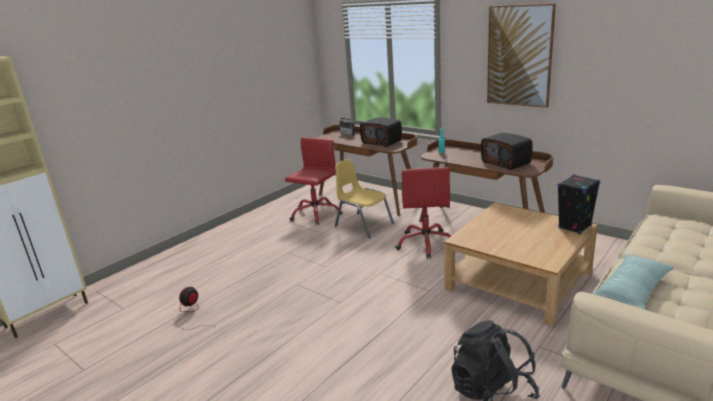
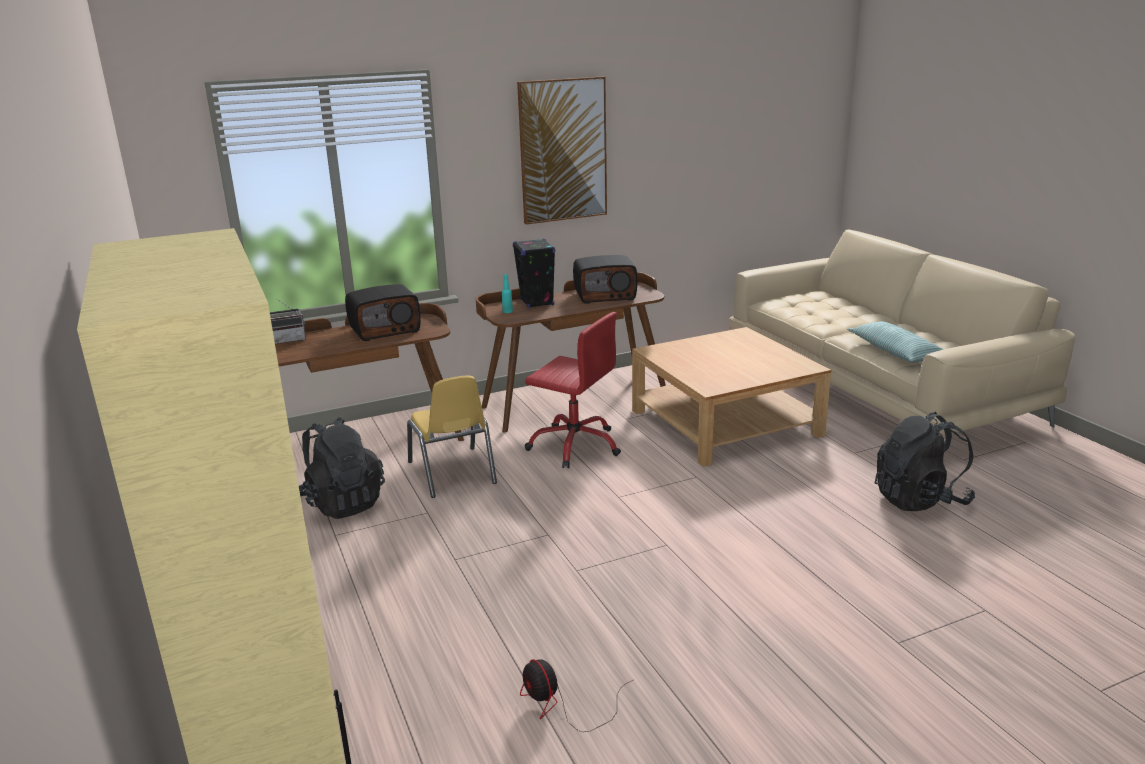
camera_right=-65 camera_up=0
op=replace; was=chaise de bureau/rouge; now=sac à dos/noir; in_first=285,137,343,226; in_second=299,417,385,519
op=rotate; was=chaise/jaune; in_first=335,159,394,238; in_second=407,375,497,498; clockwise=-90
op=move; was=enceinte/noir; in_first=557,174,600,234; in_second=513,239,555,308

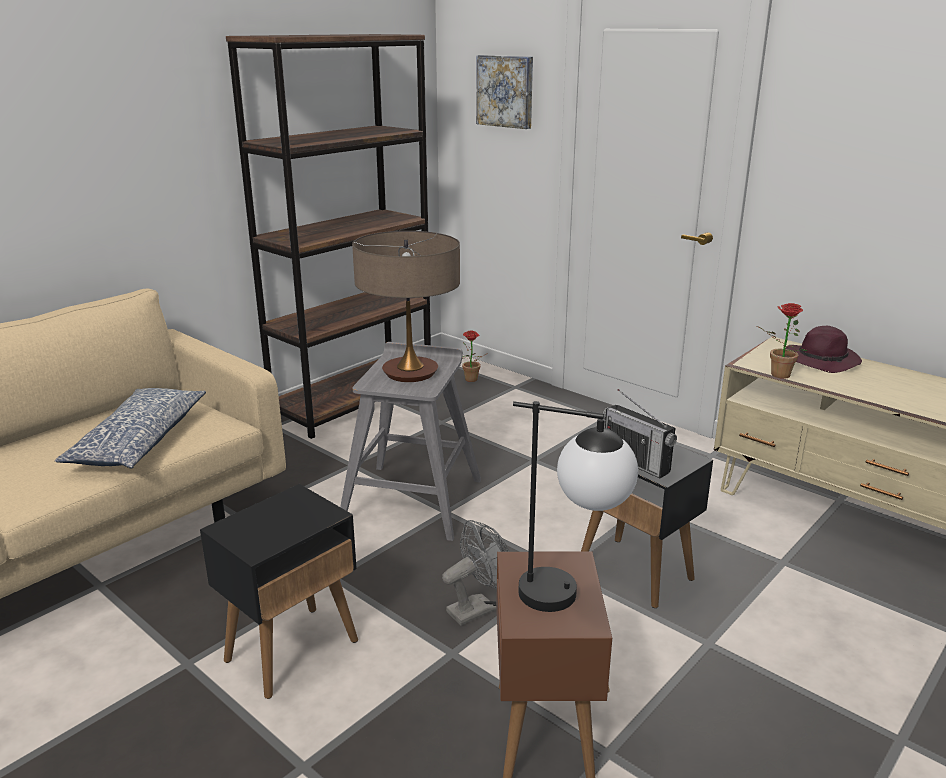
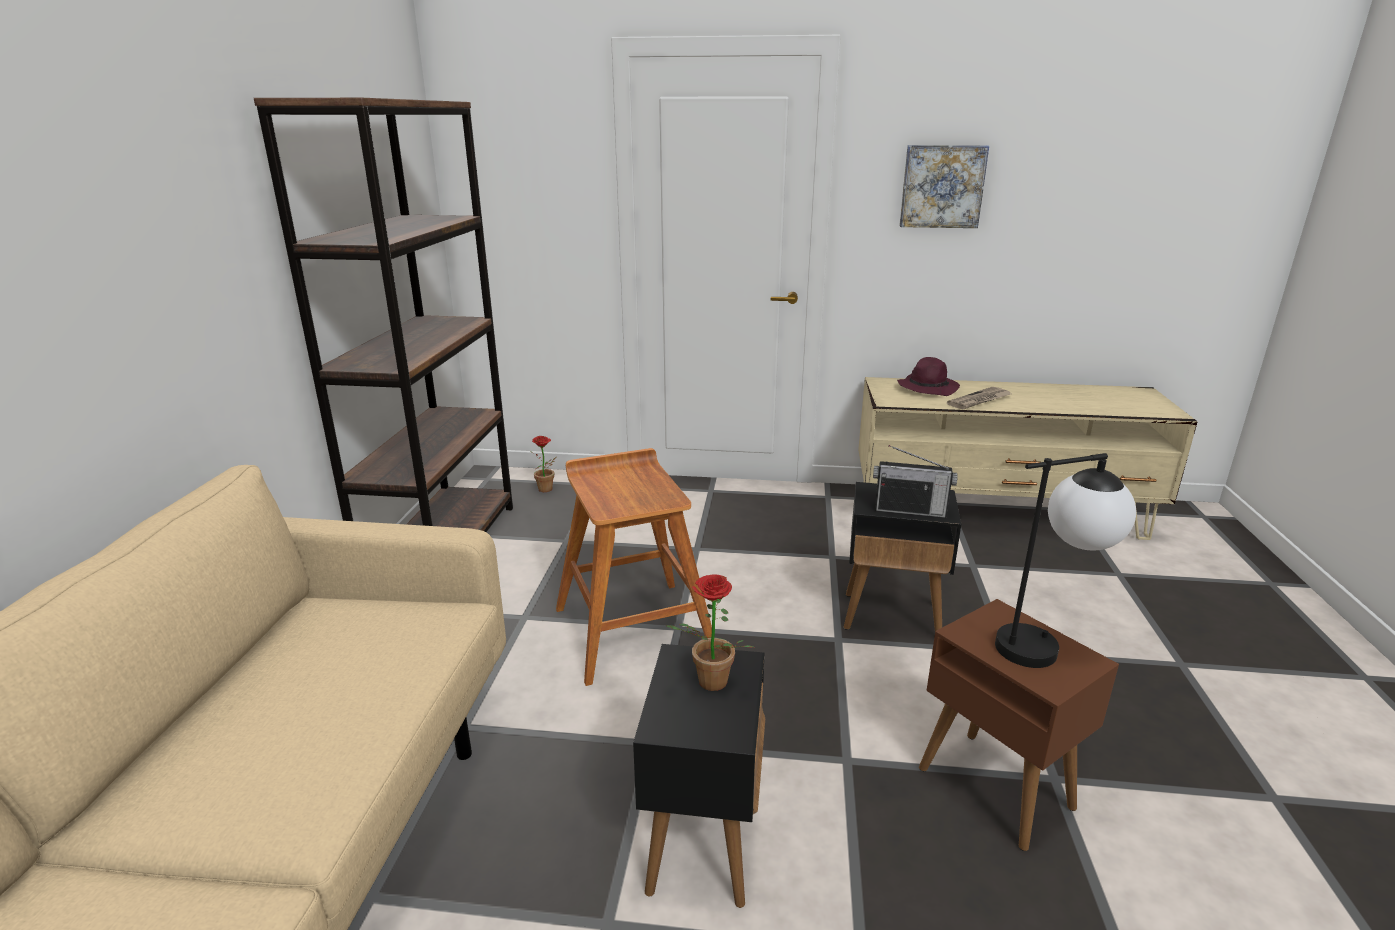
camera_right=-35 camera_up=0
op=recolor; was=tabouret/gris; now=tabouret/marron; in_first=340,342,481,541; in_second=556,448,715,686
op=move; was=plante en pot; in_first=757,303,808,379; in_second=666,574,753,691
op=move; was=tableau; in_first=476,55,533,129; in_second=899,145,989,228
op=insert; now=journal; in_second=947,387,1011,409
op=delete; was=coussin; in_first=55,388,206,469
op=delete; was=lampe de table; in_first=352,231,460,382
op=delete; was=ventilateur/gris; in_first=442,520,510,625

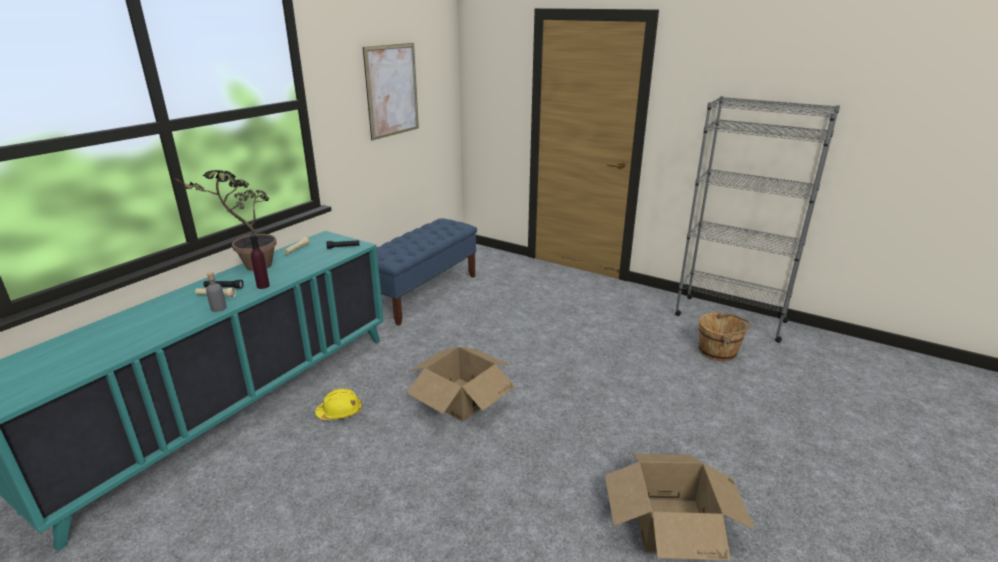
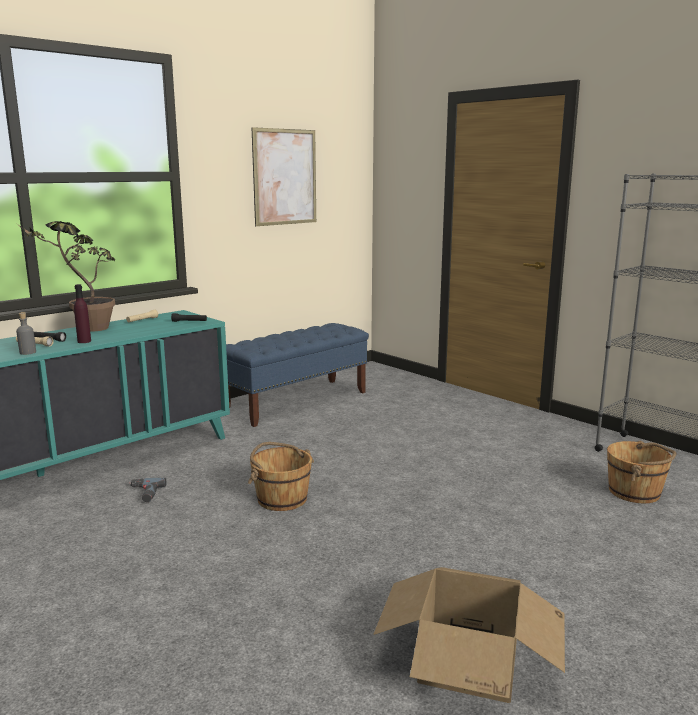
camera_right=15 camera_up=-10
op=replace; was=casque de chantier/jaune; now=perceuse; in_first=315,388,362,420; in_second=129,478,167,502
op=replace; was=carton; now=seau/marron; in_first=407,347,515,421; in_second=248,442,314,511

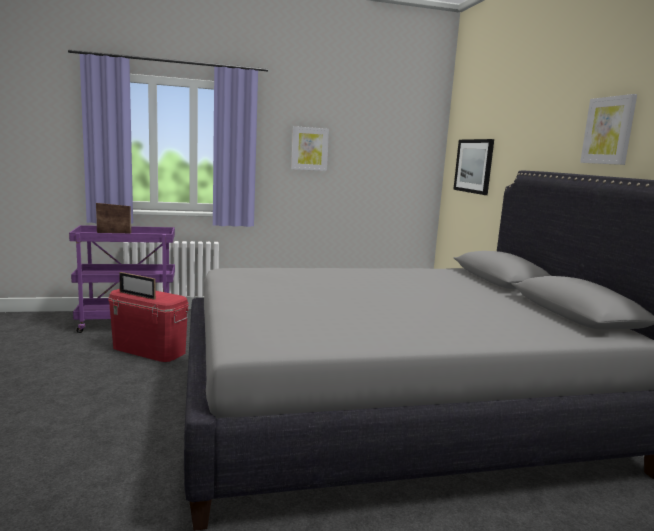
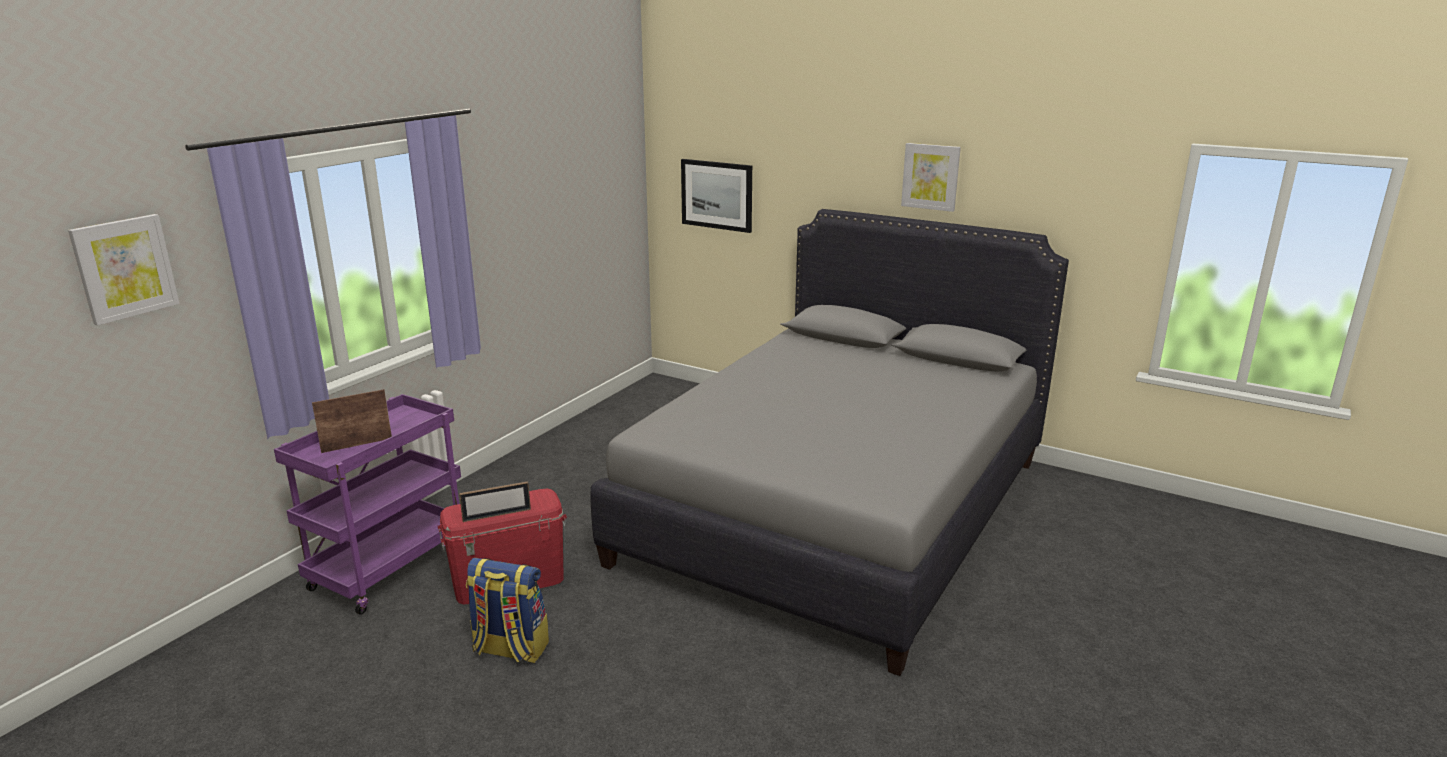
camera_right=-45 camera_up=10
op=move; was=tableau; in_first=291,126,329,171; in_second=68,214,179,325
op=insert; now=sac à dos; in_second=466,558,549,663

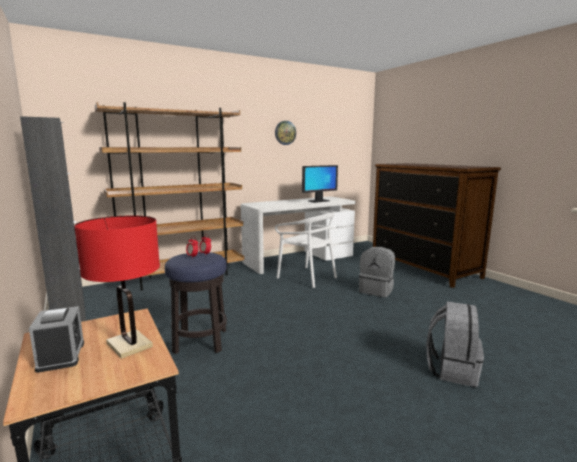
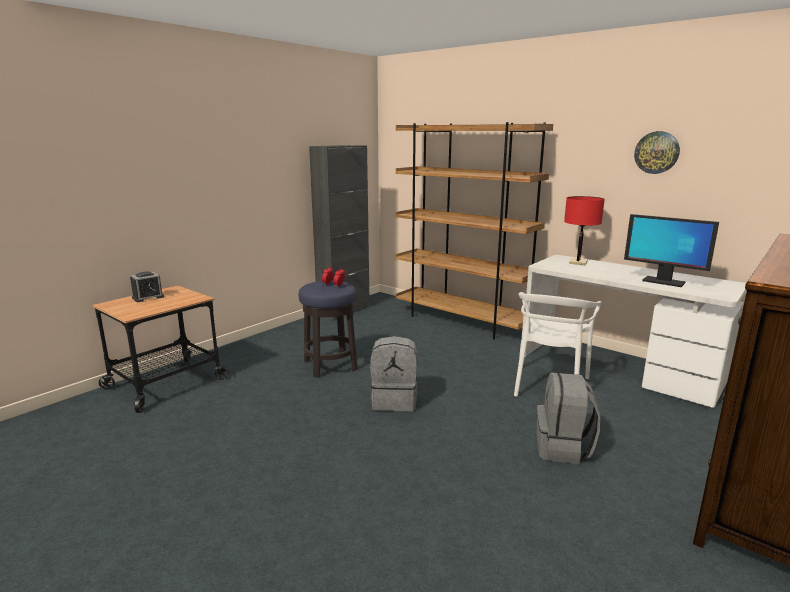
camera_right=70 camera_up=5
op=move; was=sac à dos/gris; in_first=426,302,484,387; in_second=370,336,417,411
op=move; was=lampe de table/rouge; in_first=74,216,160,359; in_second=564,196,605,265

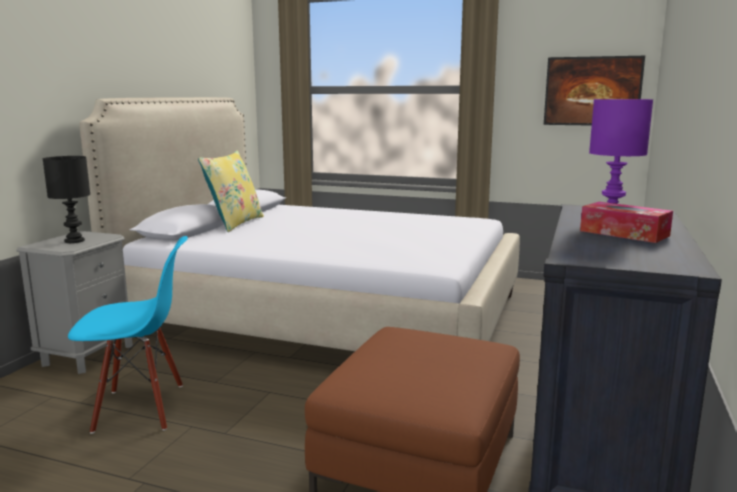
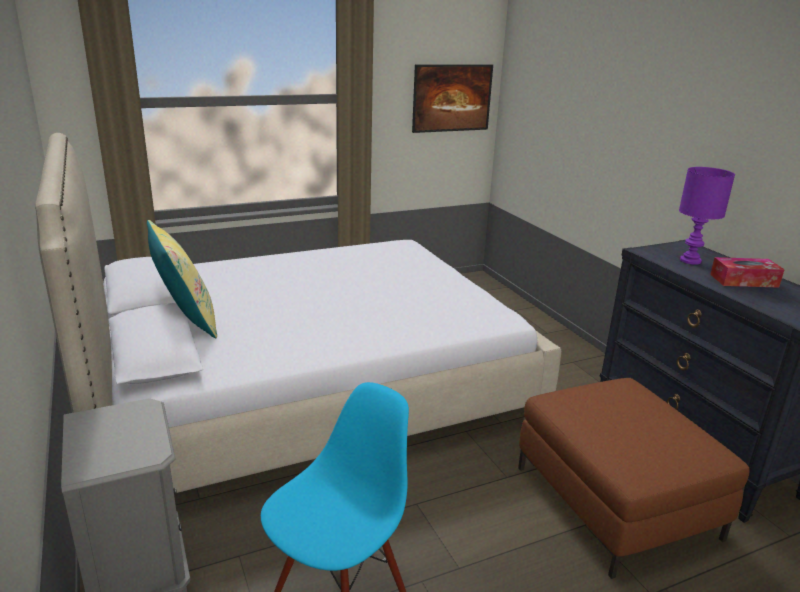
camera_right=-45 camera_up=10
op=delete; was=lampe de table/noir; in_first=43,156,90,243

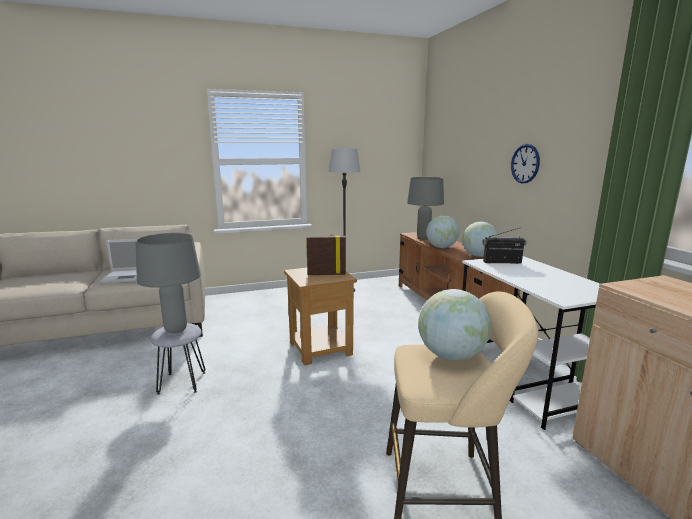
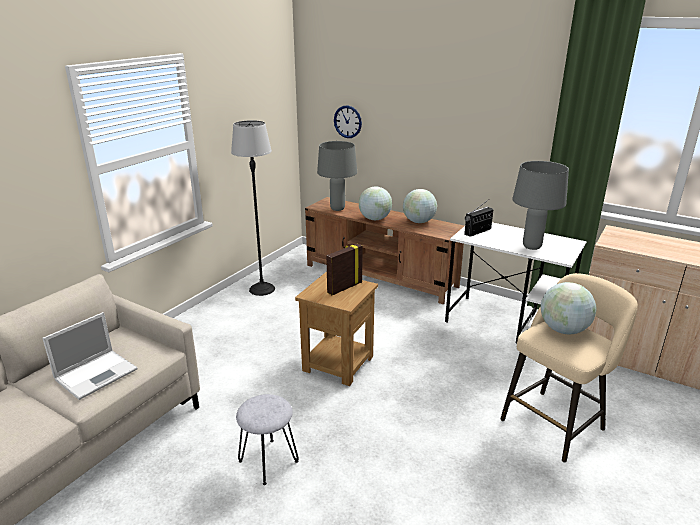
camera_right=-40 camera_up=10
op=move; was=horloge murale; in_first=511,144,540,183; in_second=334,105,362,138
op=move; was=lampe de table/gris; in_first=136,233,201,333; in_second=512,161,569,250

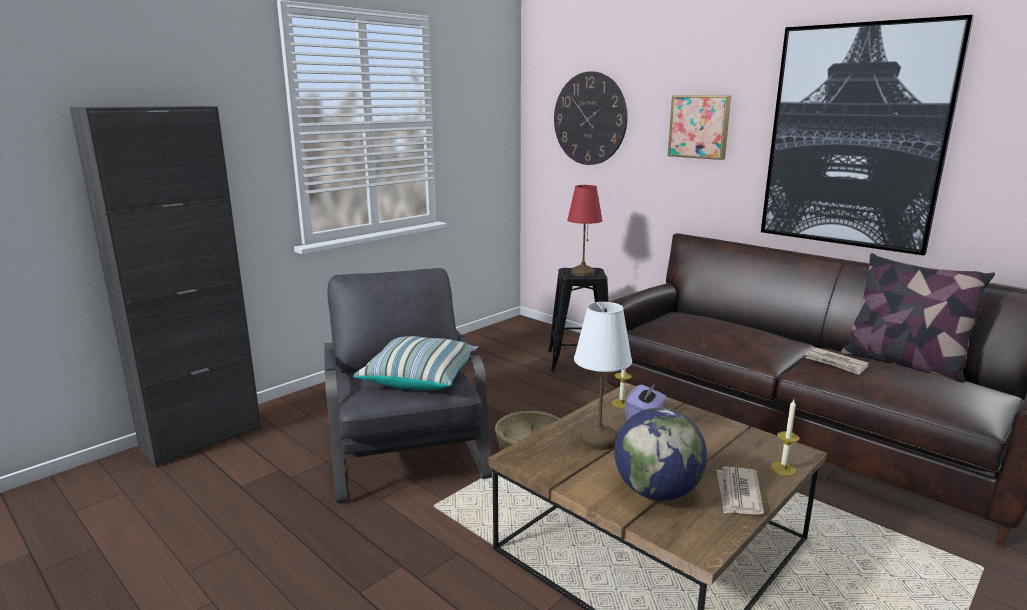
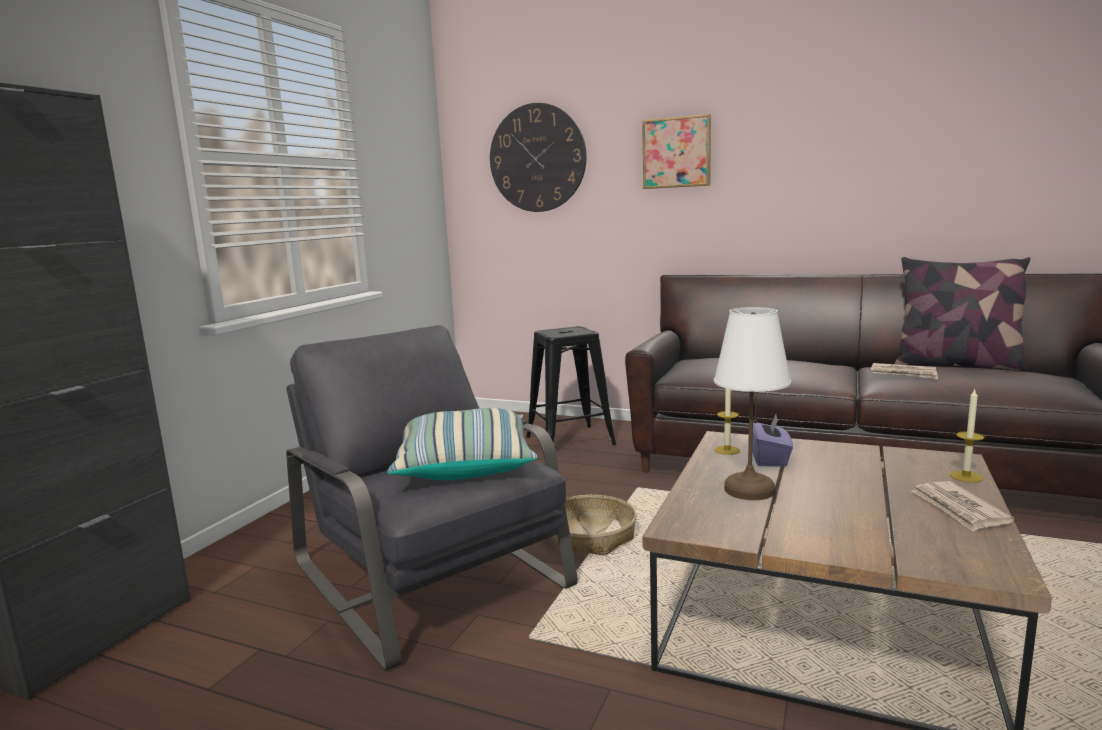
camera_right=-20 camera_up=-5
op=delete; was=lampe de table/rouge; in_first=567,185,603,277
op=delete; was=globe; in_first=615,407,707,501
op=delete; was=tableau; in_first=761,15,974,256

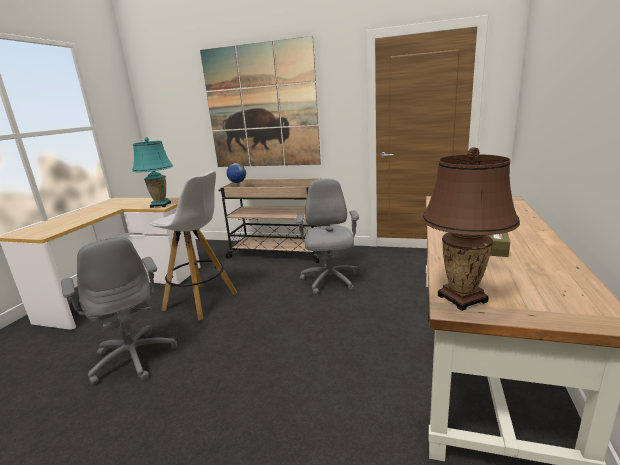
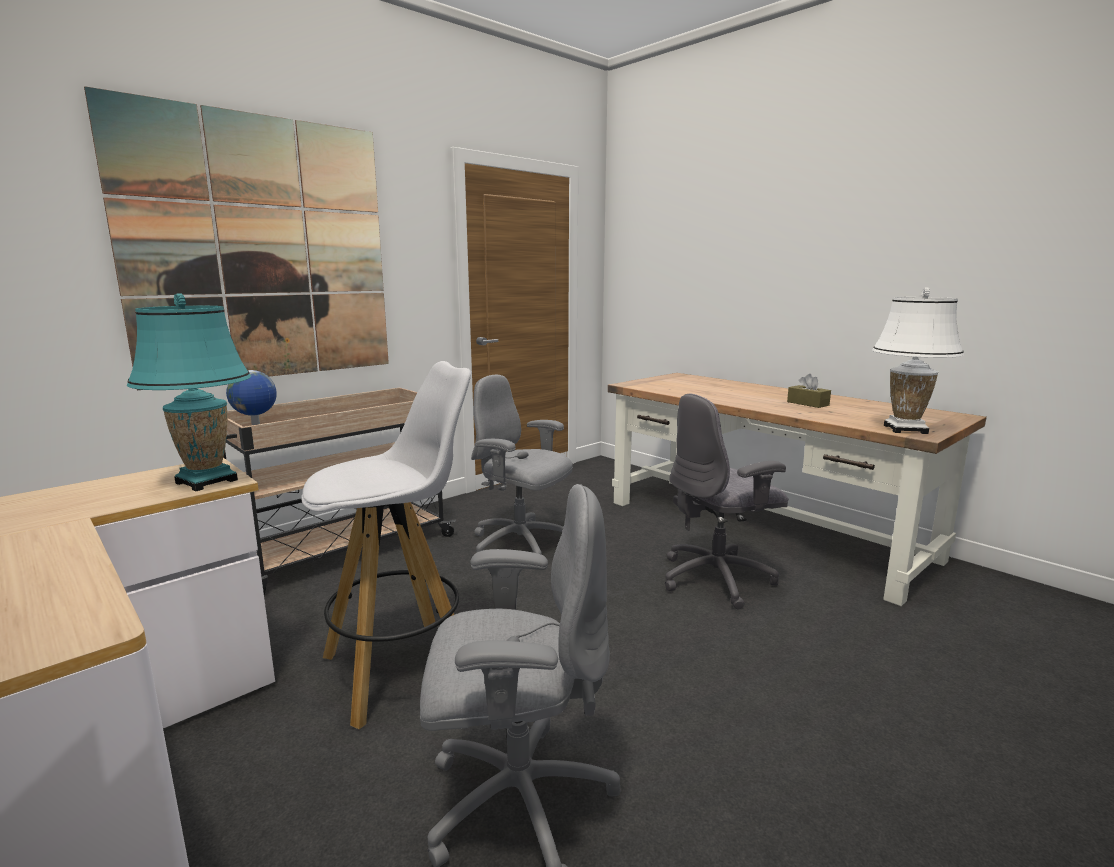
camera_right=-60 camera_up=-5
op=insert; now=chaise de bureau/gris; in_second=665,394,788,609
op=recolor; was=lampe de table/marron; now=lampe de table/blanc; in_first=422,147,520,311; in_second=872,287,964,434

